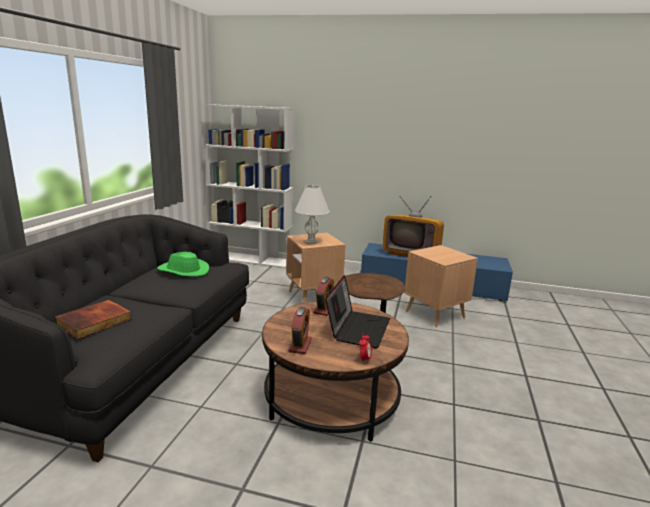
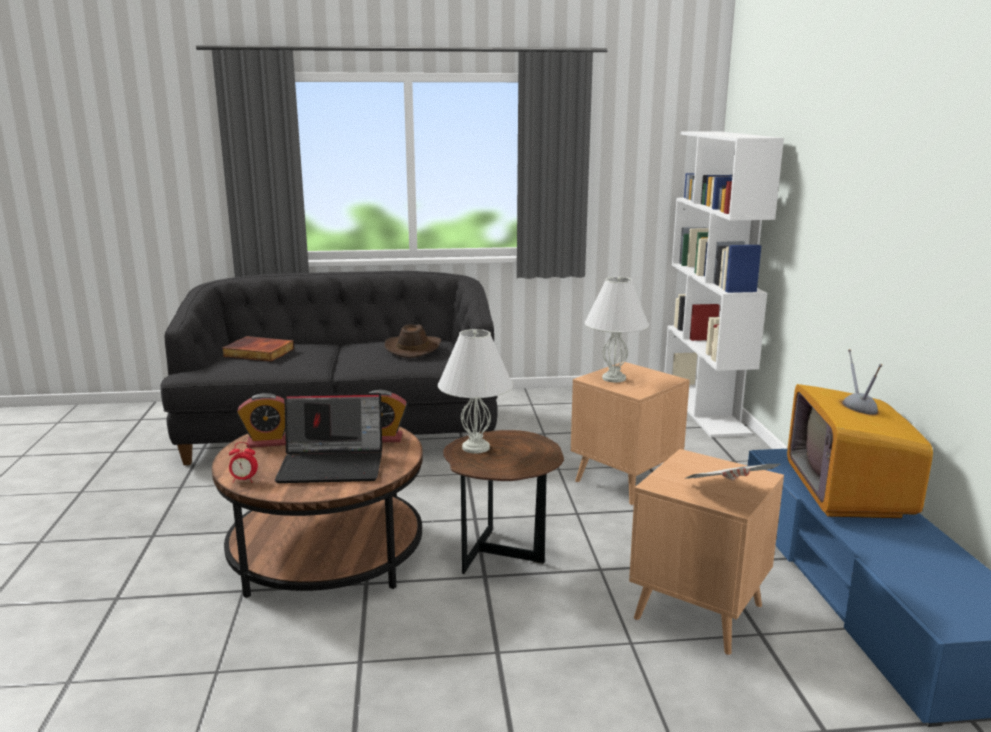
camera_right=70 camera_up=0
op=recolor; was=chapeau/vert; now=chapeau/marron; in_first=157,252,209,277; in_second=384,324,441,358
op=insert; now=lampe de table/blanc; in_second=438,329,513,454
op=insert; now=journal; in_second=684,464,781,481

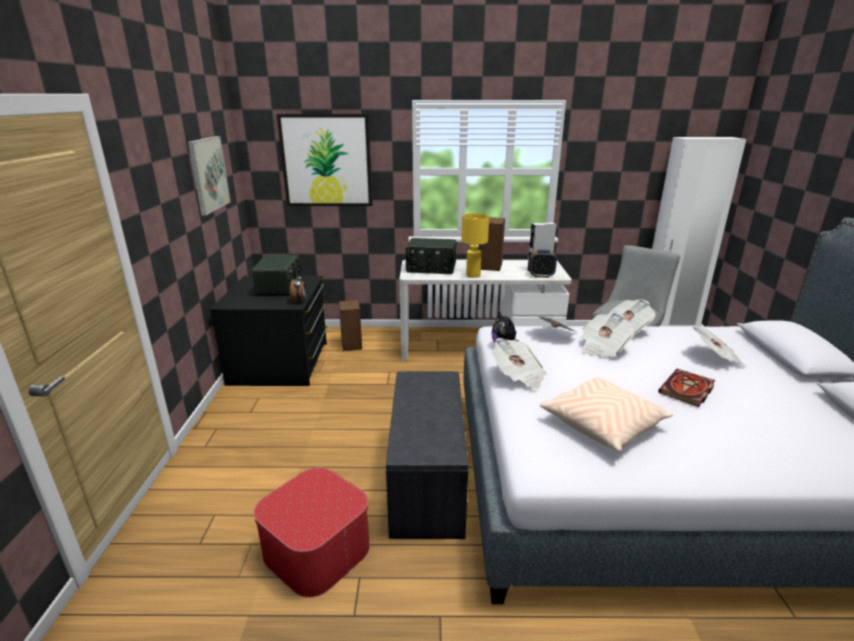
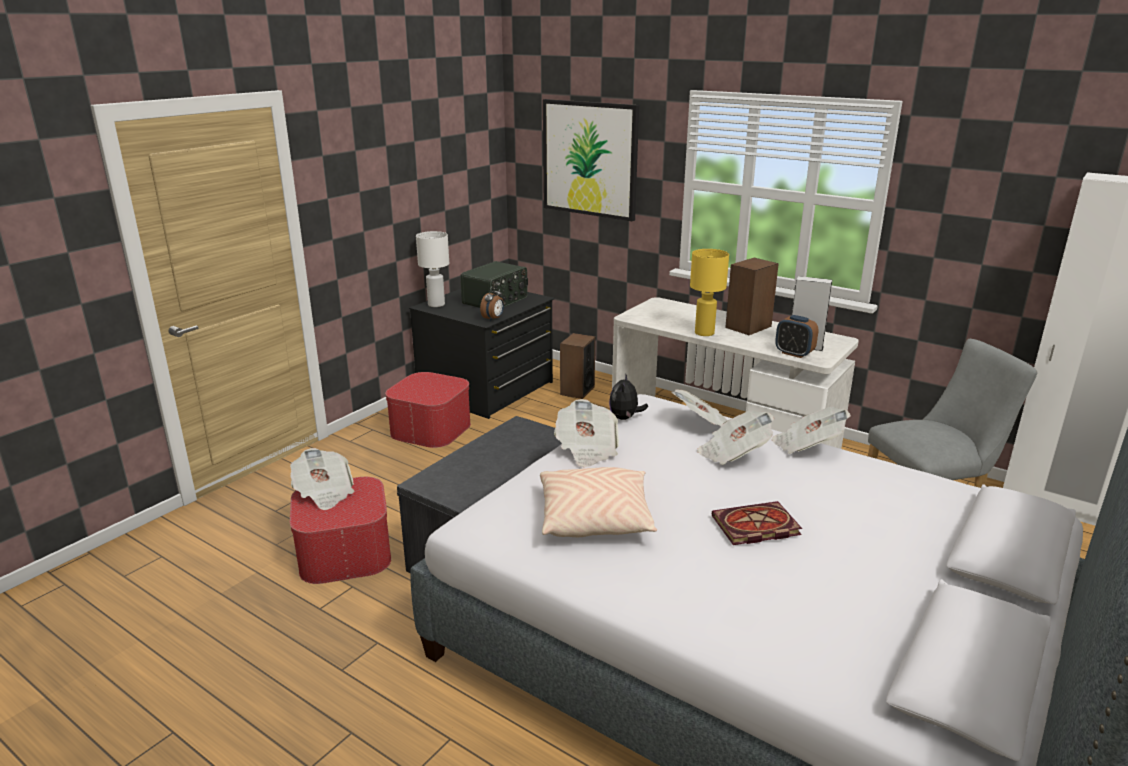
camera_right=35 camera_up=0
op=move; was=journal; in_first=691,326,746,366; in_second=290,448,355,510
op=insert; now=pouf; in_second=385,372,471,448
op=insert; now=lampe de table/blanc; in_second=416,231,449,307
op=delete; was=tableau; in_first=188,136,230,216
op=delete; was=radio; in_first=405,238,456,274

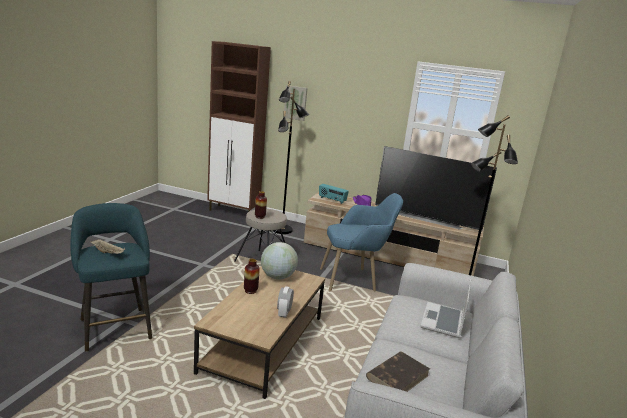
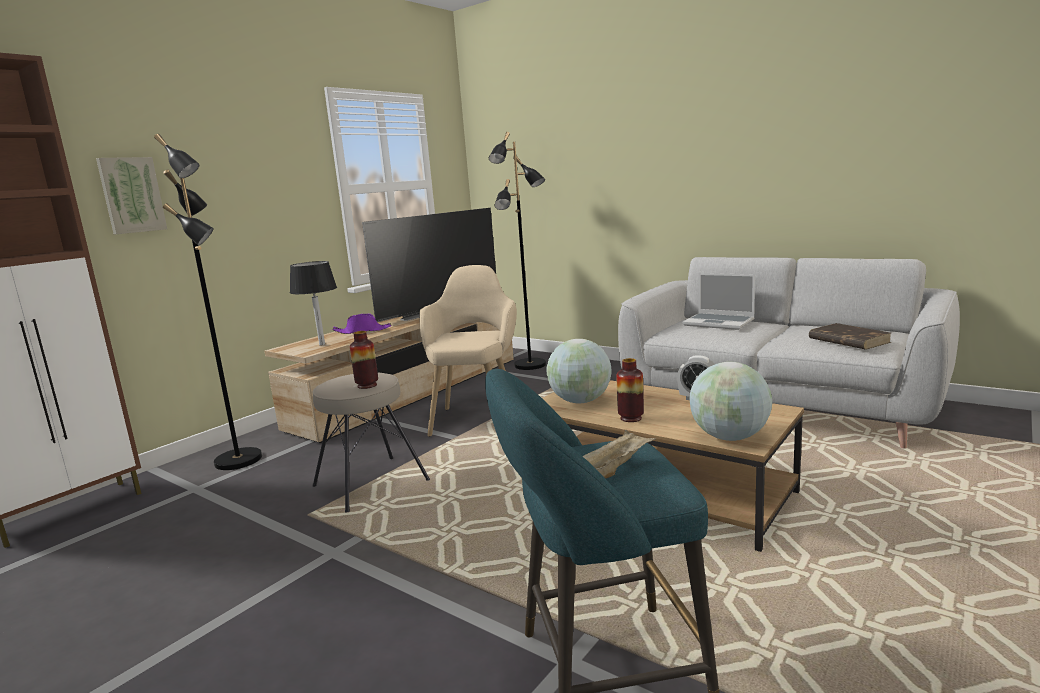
camera_right=-70 camera_up=-5
op=replace; was=radio; now=lampe de table/noir; in_first=319,184,349,204; in_second=290,261,337,345
op=recolor; was=fauteuil/bleu; now=fauteuil/beige; in_first=320,193,403,291; in_second=419,265,517,437
op=insert; now=globe; in_second=690,362,772,441

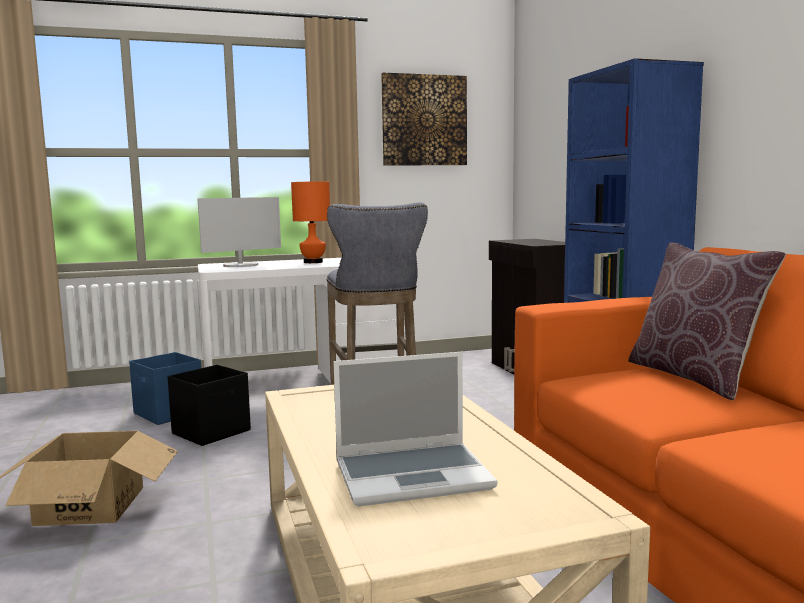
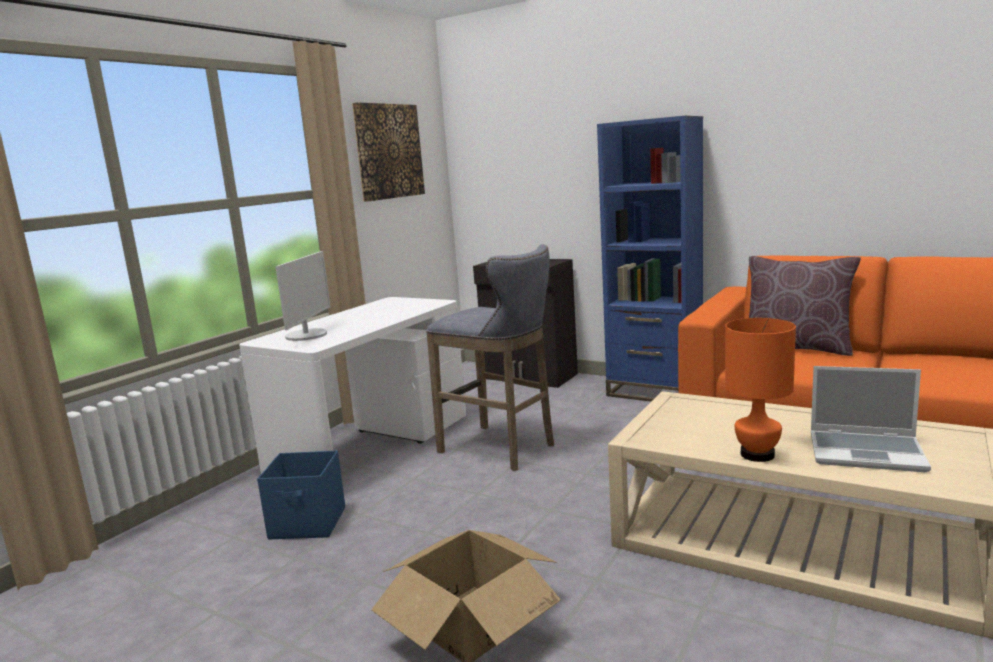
camera_right=-40 camera_up=5
op=move; was=lampe de table/orange; in_first=291,181,330,263; in_second=725,318,796,462
op=rotate; was=ordinateur portable; in_first=333,352,497,507; in_second=811,366,931,472; clockwise=75
op=delete; was=boîte de rangement/noir; in_first=168,365,251,446

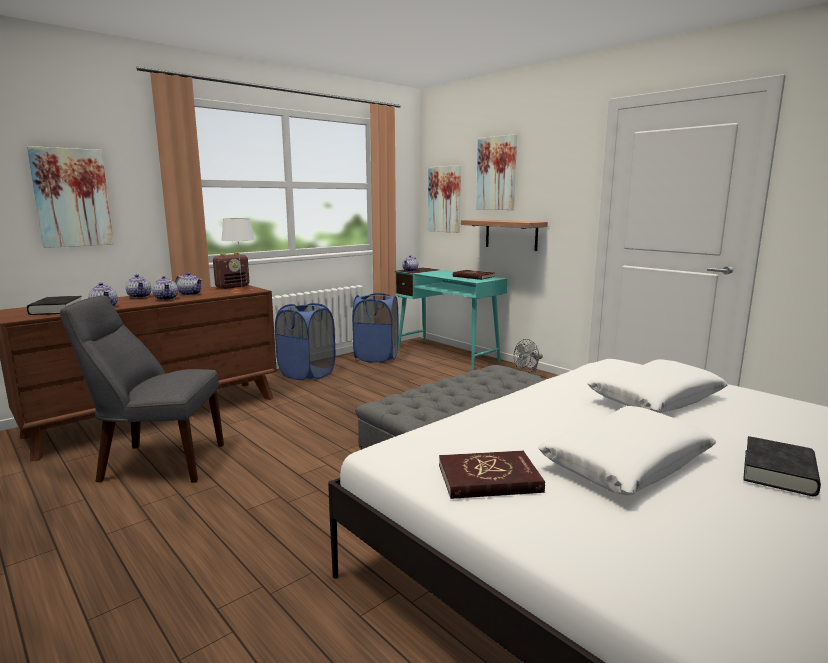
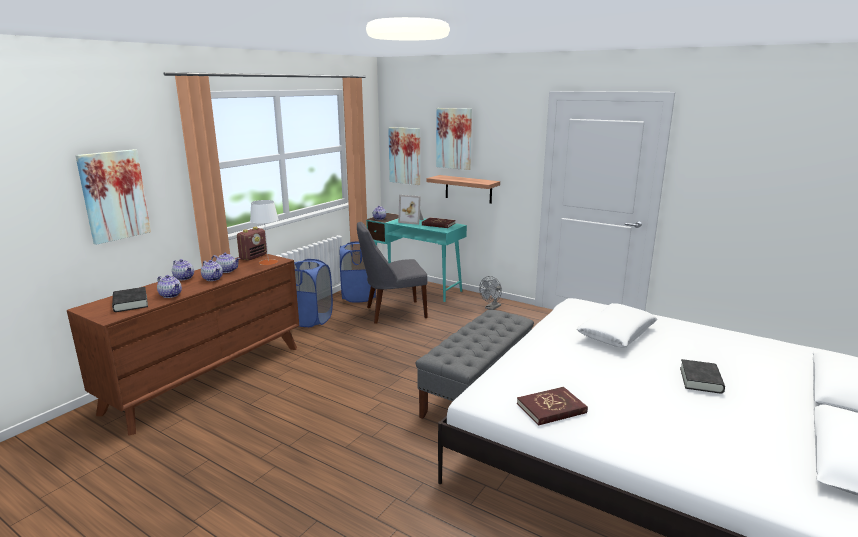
camera_right=-15 camera_up=5
op=move; was=chaise/gris; in_first=60,296,224,483; in_second=357,222,428,324
op=insert; now=cadre photo; in_second=398,195,424,225
op=delete; was=coussin/blanc; in_first=537,406,716,495

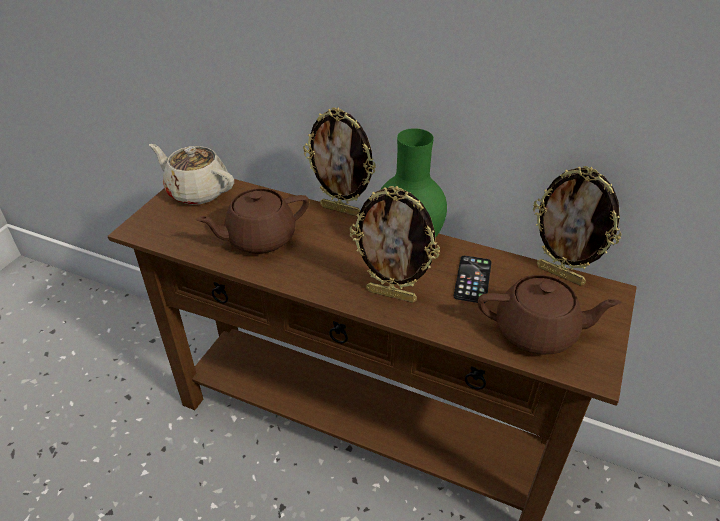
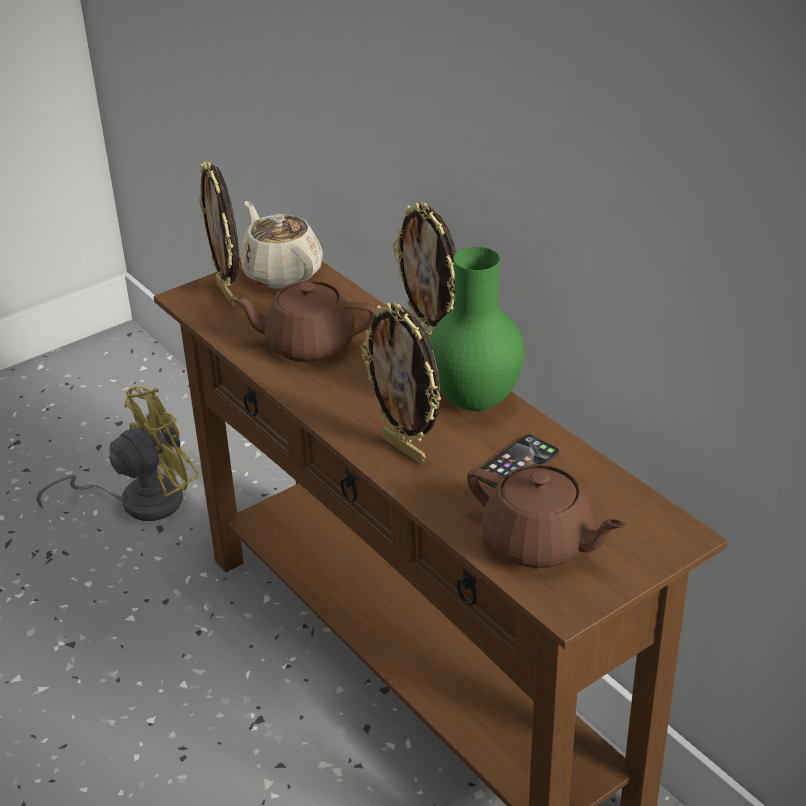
camera_right=30 camera_up=-5
op=insert; now=ventilateur/jaune; in_second=36,386,200,521
op=move; was=cadre photo; in_first=533,166,621,286; in_second=199,160,239,307

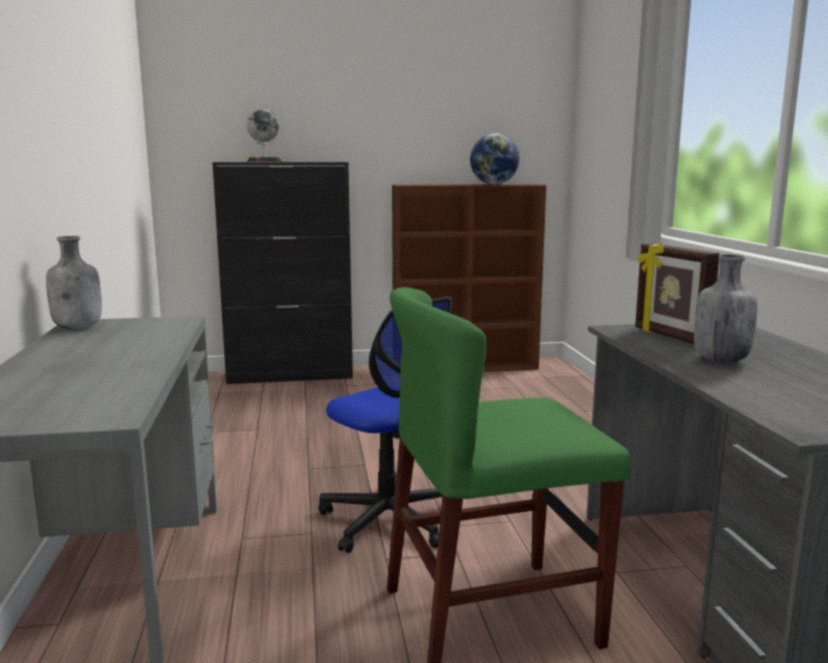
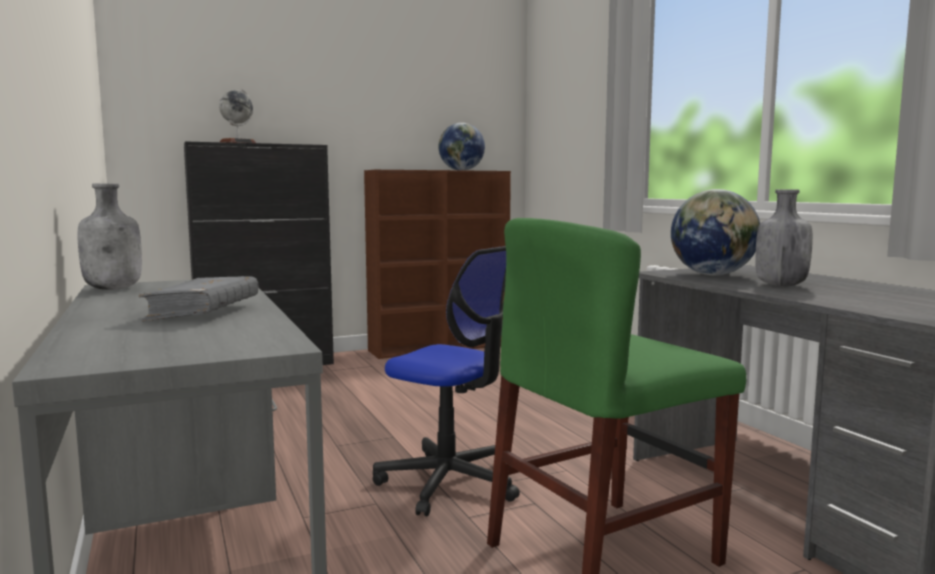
camera_right=-15 camera_up=-5
op=insert; now=livre/gris; in_second=138,276,259,321
op=replace; was=cadre photo; now=globe; in_first=635,243,720,345; in_second=671,189,760,275

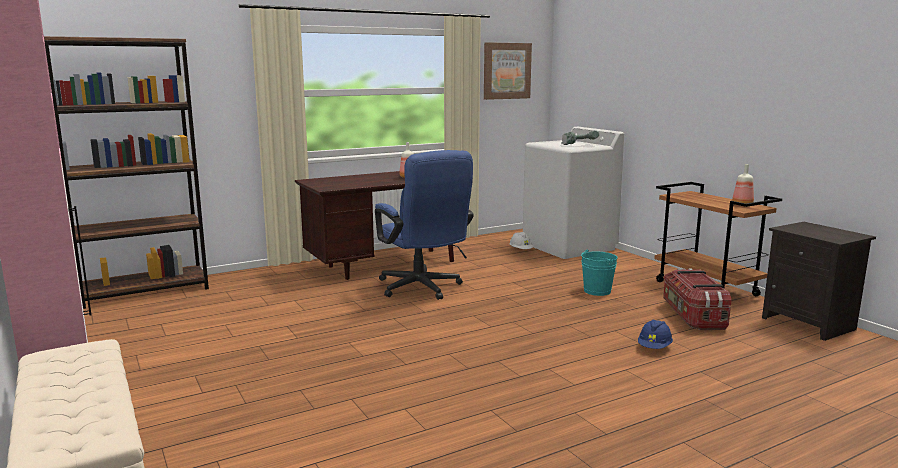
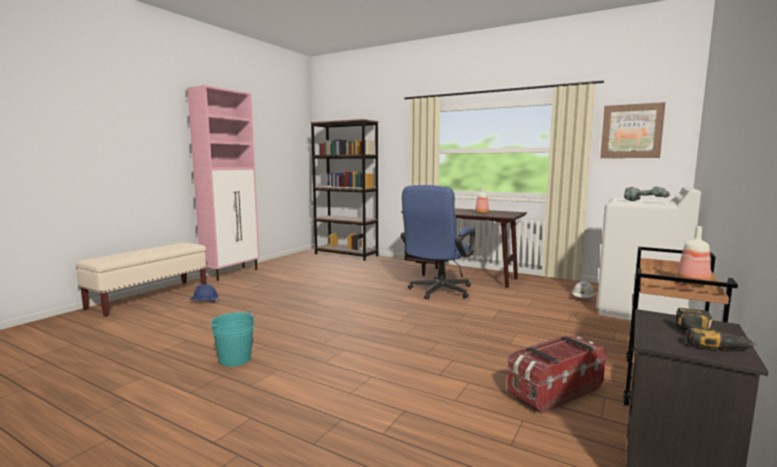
camera_right=60 camera_up=-5
op=move; was=casque de chantier/bleu; in_first=638,319,673,349; in_second=190,284,219,303
op=move; was=seau/turquoise; in_first=581,249,618,296; in_second=211,311,254,367
op=insert; now=perceuse; in_second=675,308,757,349

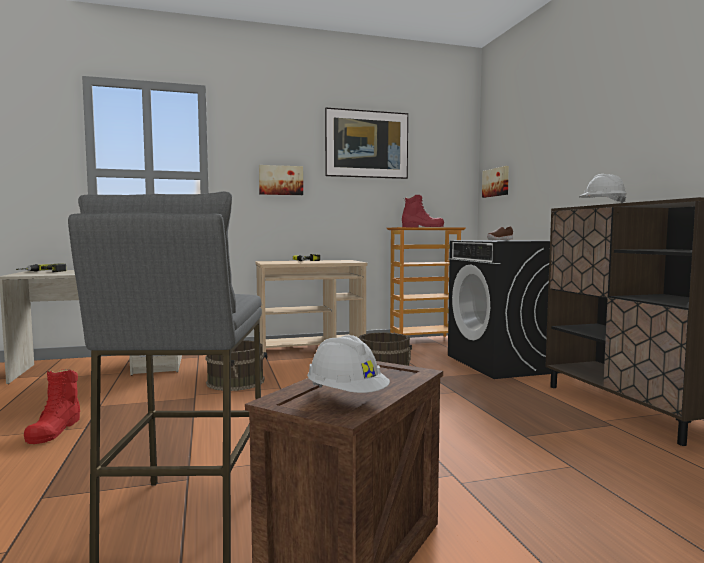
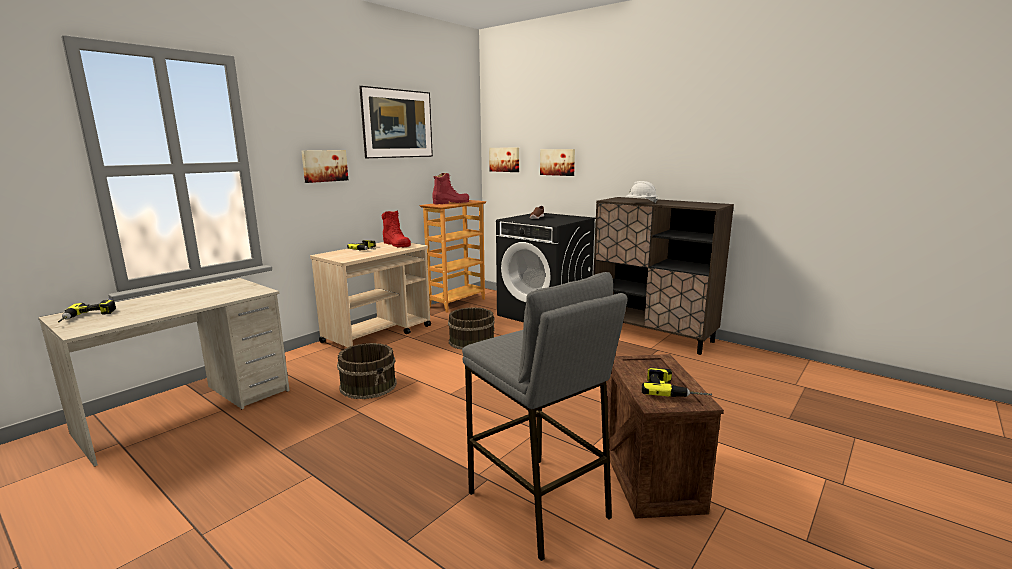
camera_right=-35 camera_up=10
op=move; was=botte/rouge; in_first=24,369,81,444; in_second=382,210,411,248
op=insert; now=tableau; in_second=540,149,575,176
op=replace; was=casque de chantier/blanc; now=perceuse; in_first=307,335,390,393; in_second=642,367,712,397

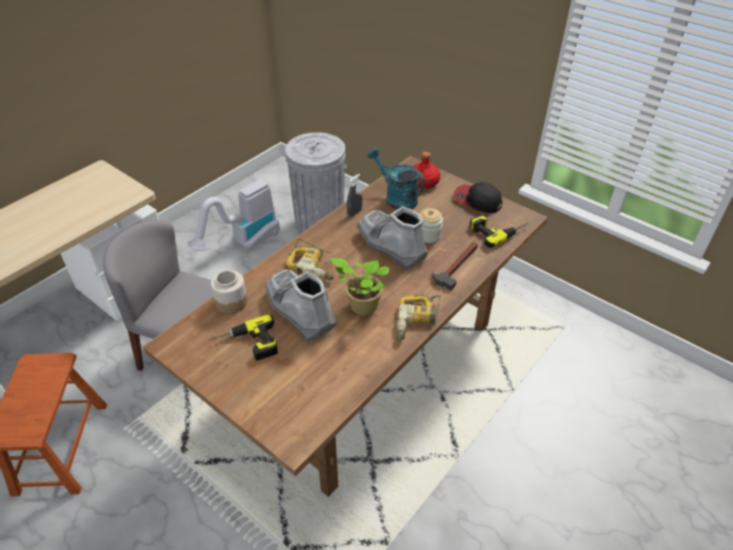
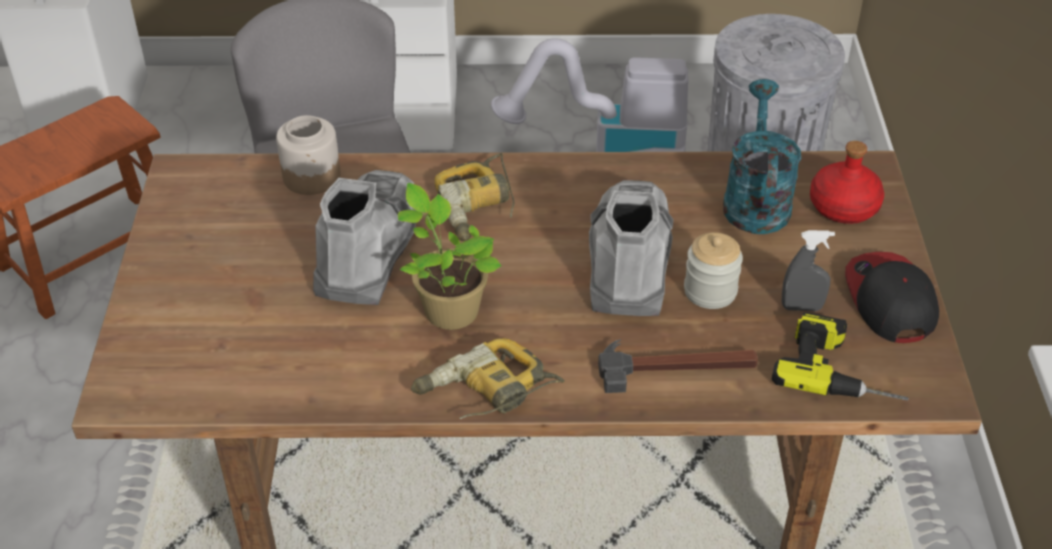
camera_right=50 camera_up=0
op=move; was=vaporisateur/gris; in_first=347,174,362,217; in_second=782,230,835,311
op=delete; was=perceuse; in_first=209,314,278,361

